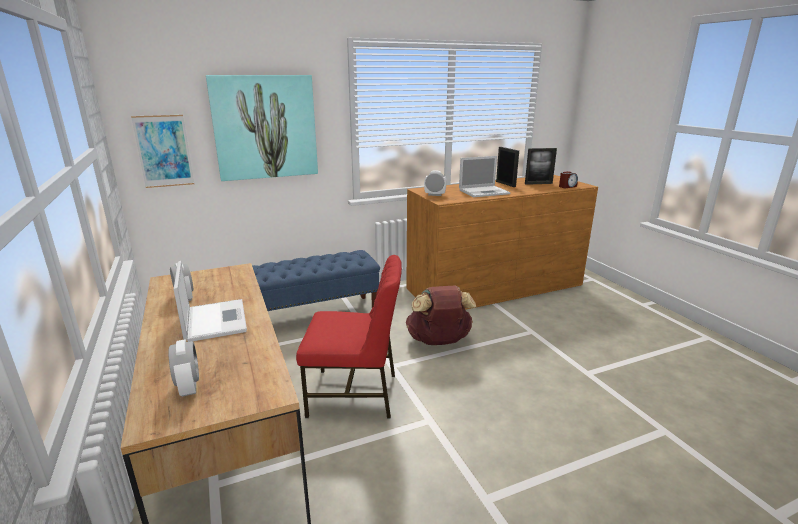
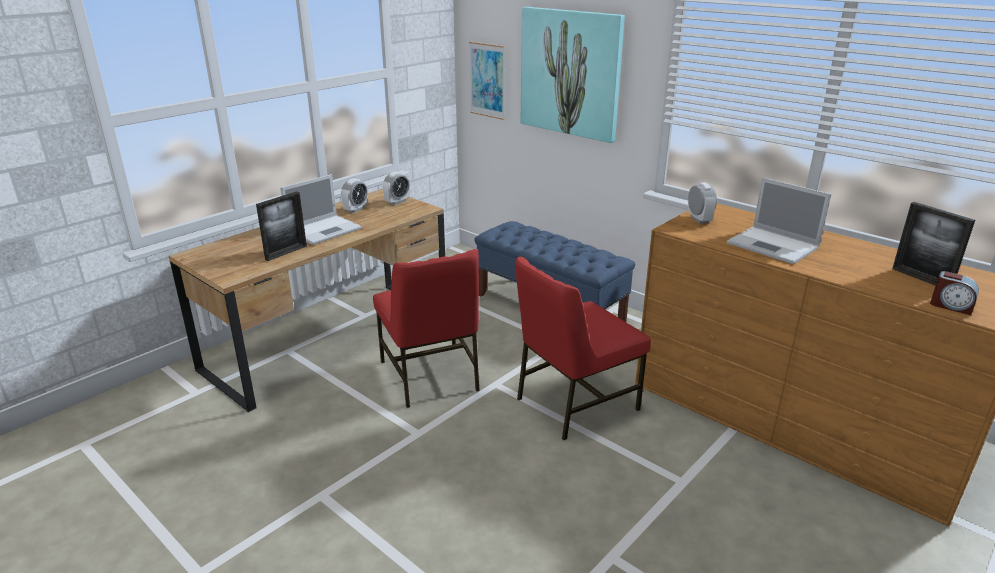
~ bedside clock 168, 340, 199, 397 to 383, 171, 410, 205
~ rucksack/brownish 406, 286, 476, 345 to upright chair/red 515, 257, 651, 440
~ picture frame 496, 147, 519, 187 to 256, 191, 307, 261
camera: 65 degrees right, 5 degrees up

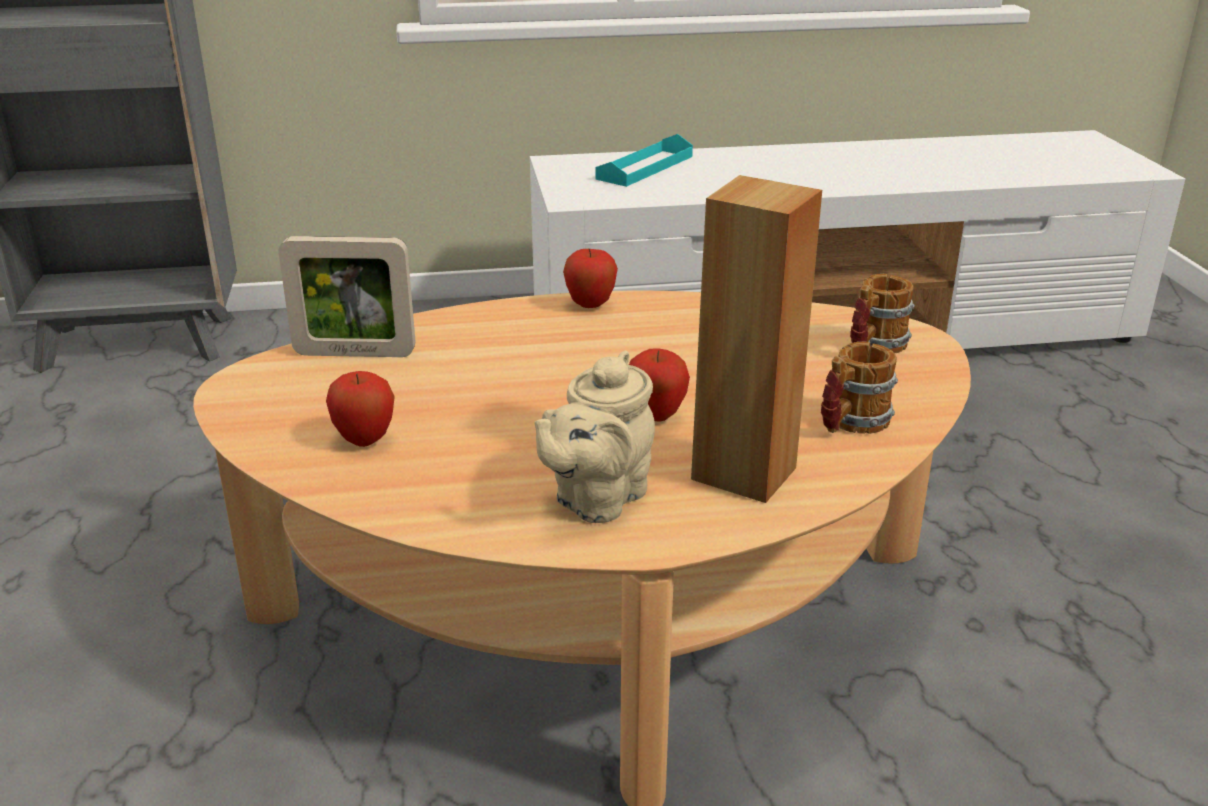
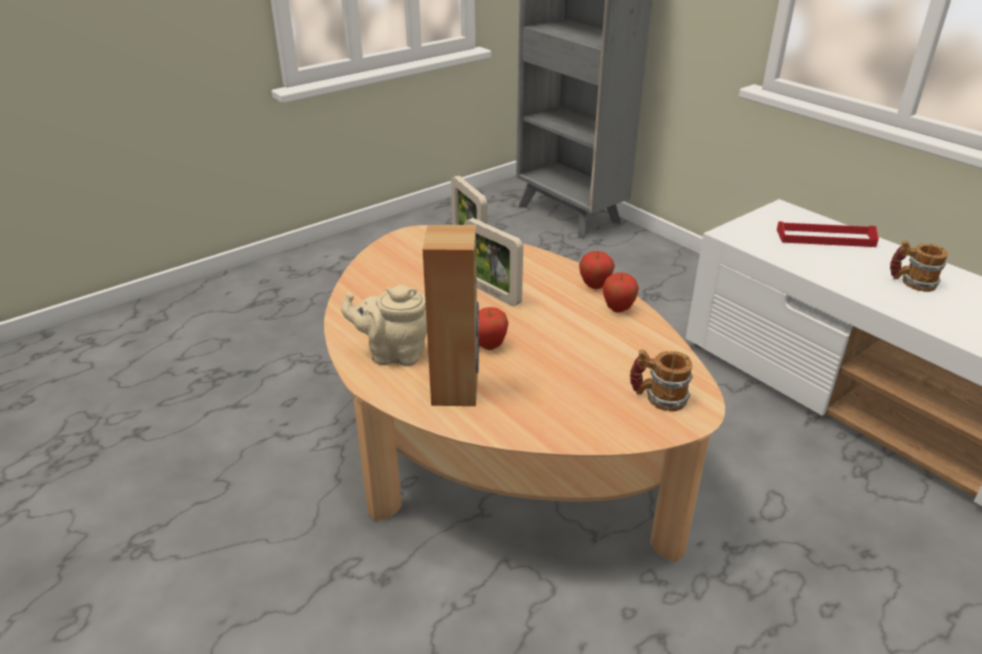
~ whole apple 326, 371, 395, 447 to 603, 272, 639, 313
~ tray/turquoise-coloured 596, 134, 693, 187 to tray/red 777, 221, 879, 247
~ mug 821, 341, 898, 434 to 890, 240, 948, 292
+ picture frame 464, 218, 523, 306
camera: 60 degrees right, 5 degrees up

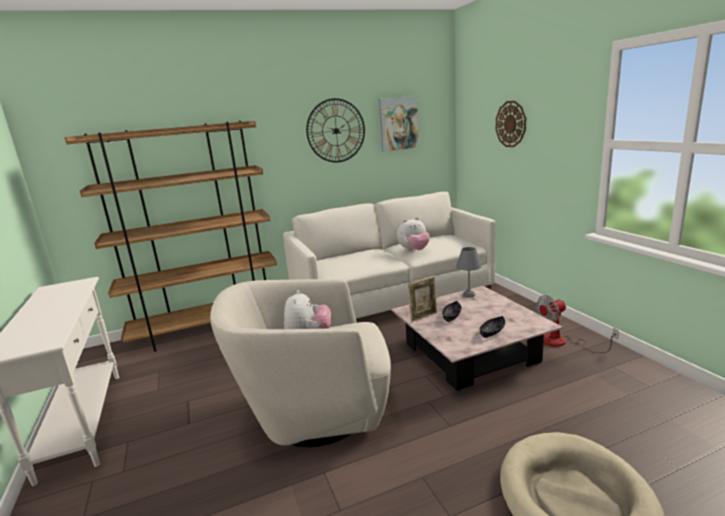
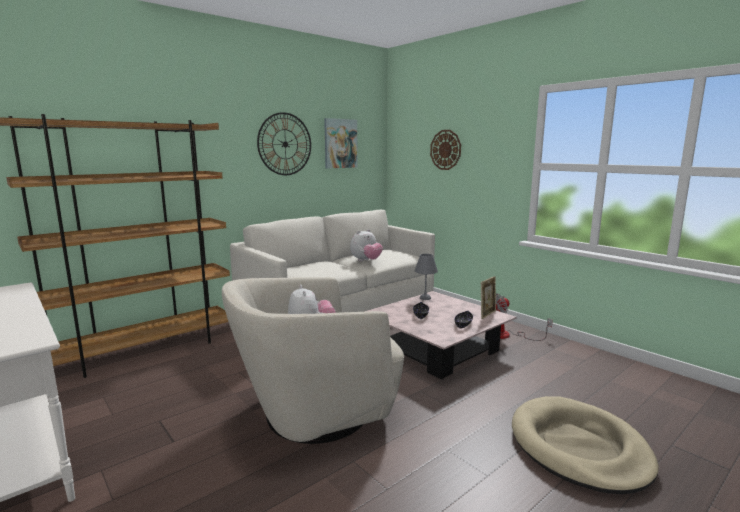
~ picture frame 407, 276, 437, 322 to 481, 276, 496, 319
camera: 20 degrees left, 5 degrees down

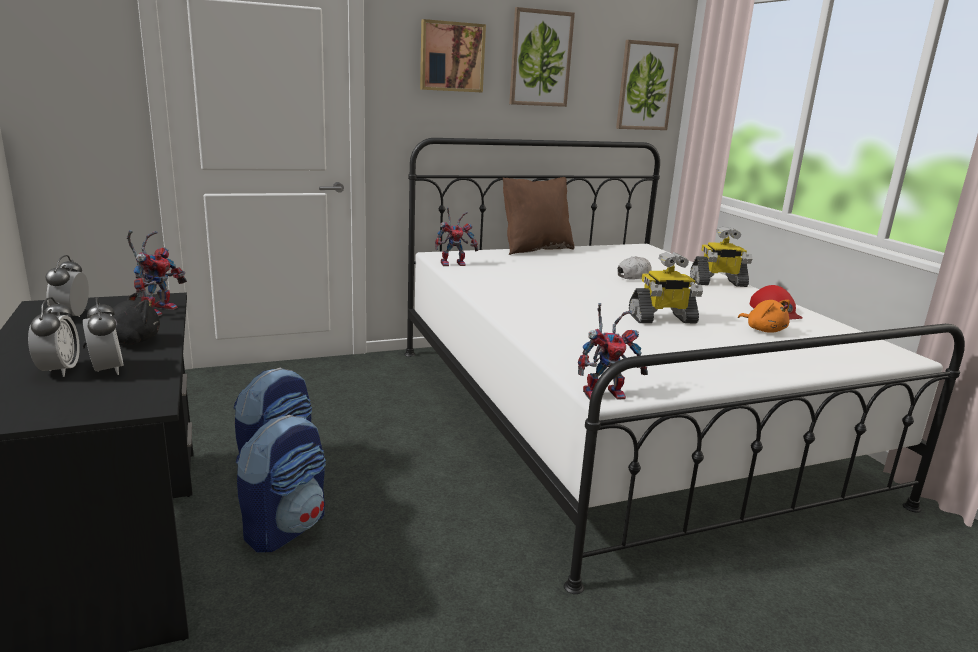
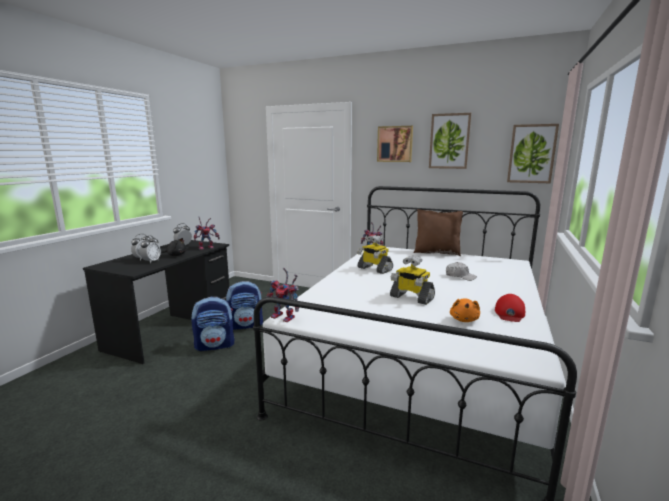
~ toy robot 690, 227, 752, 287 to 357, 235, 393, 274
camera: 45 degrees right, 5 degrees down

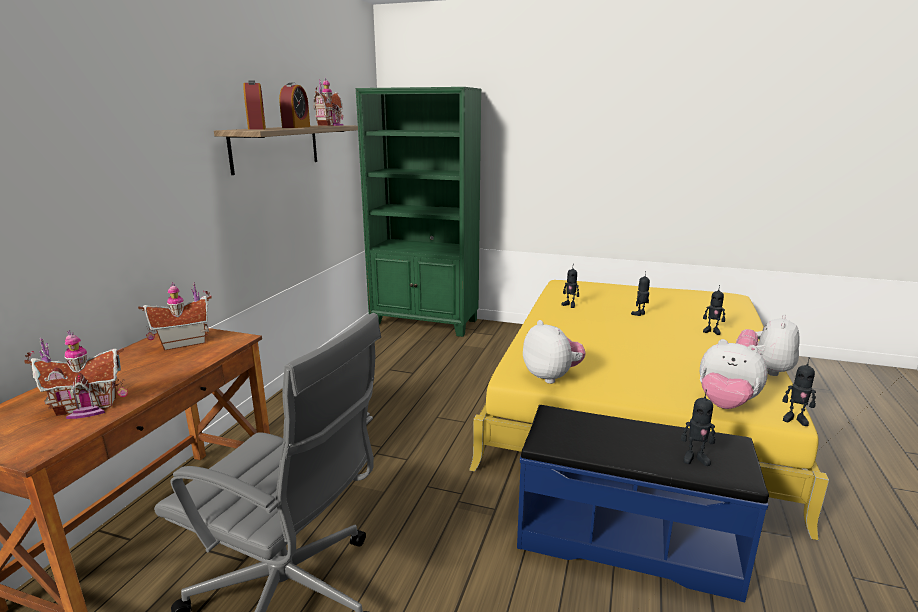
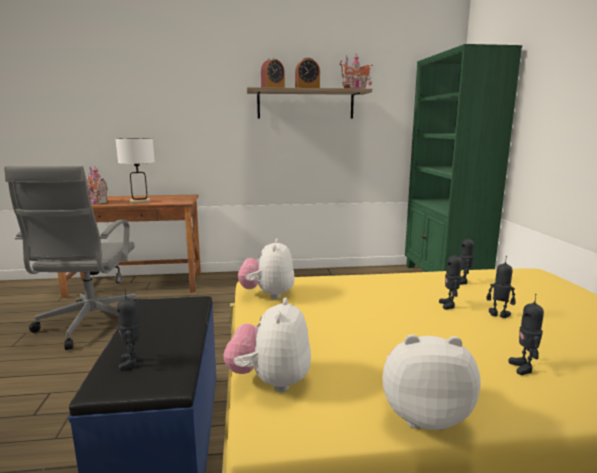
- model house 138, 282, 212, 351
~ plush toy 523, 320, 585, 384 = 238, 238, 295, 299 150 degrees clockwise
~ toy robot 782, 358, 816, 426 to 439, 248, 462, 310
+ tabletop lamp/white-coloured 116, 138, 155, 203
camera: 65 degrees right, 5 degrees down

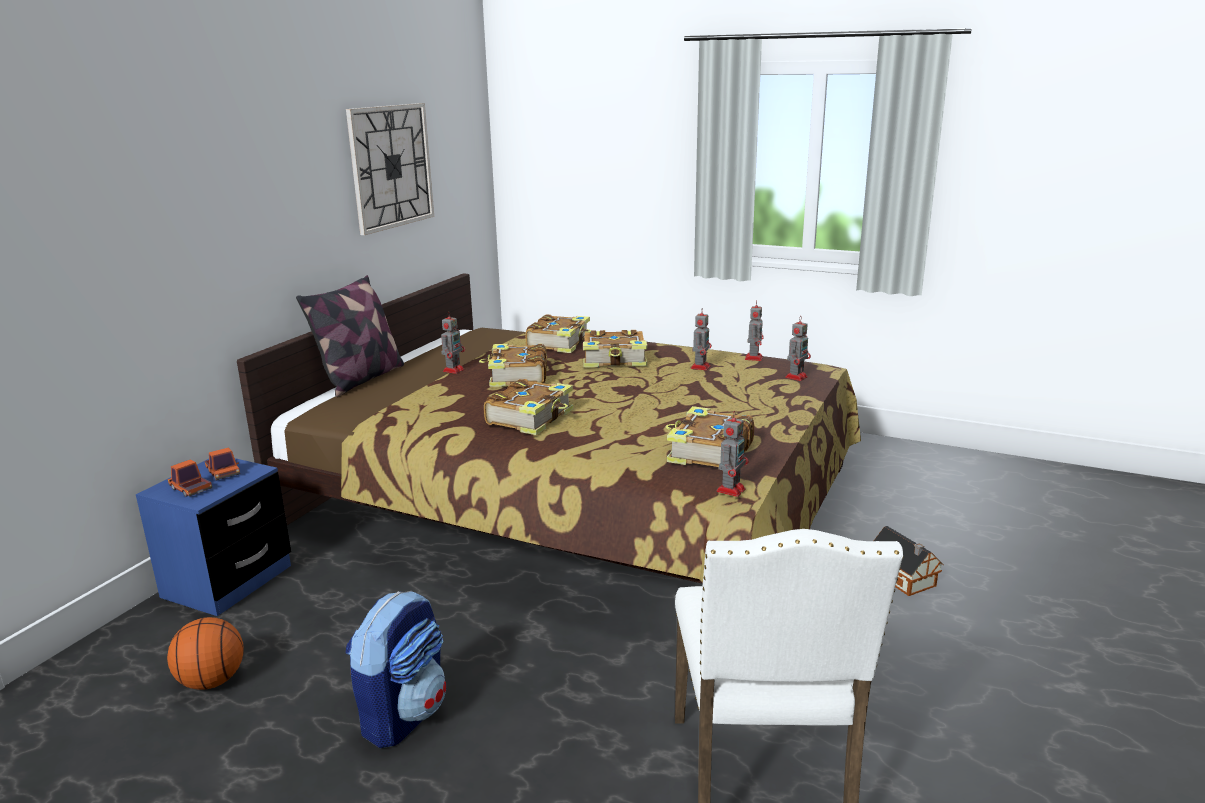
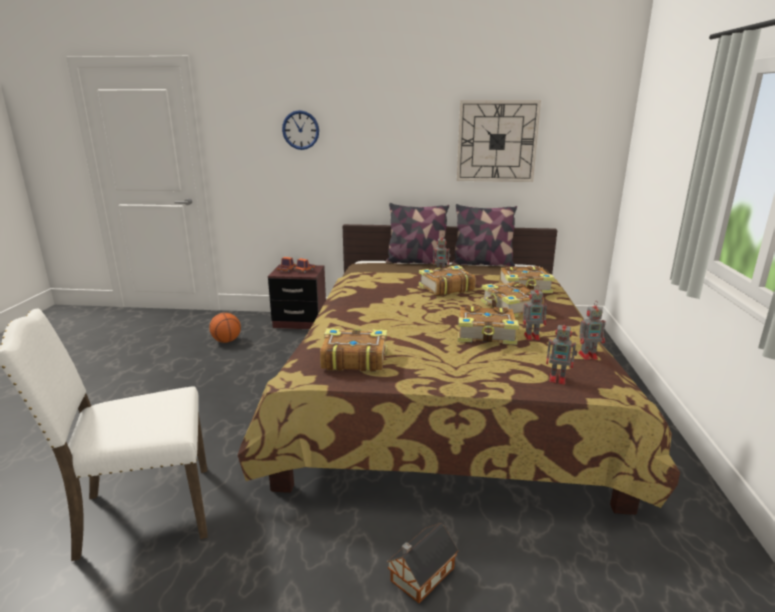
~ night table/blue 136, 458, 291, 616 to night table/brownish 268, 264, 326, 329
- rucksack 346, 591, 446, 748
~ bound book 484, 379, 573, 435 to 458, 306, 519, 345
- toy robot 716, 411, 749, 497
+ clock on the wall 282, 110, 319, 150
+ cushion 452, 204, 517, 267
camera: 70 degrees right, 0 degrees up

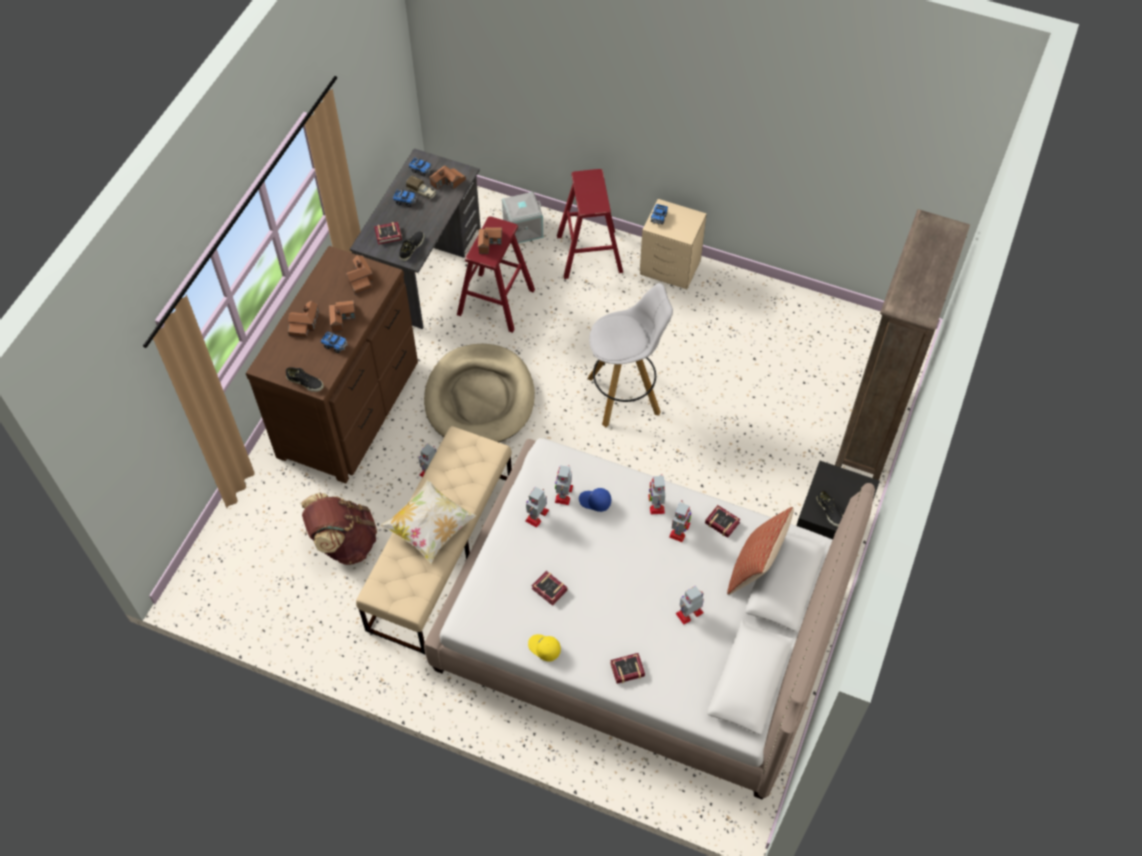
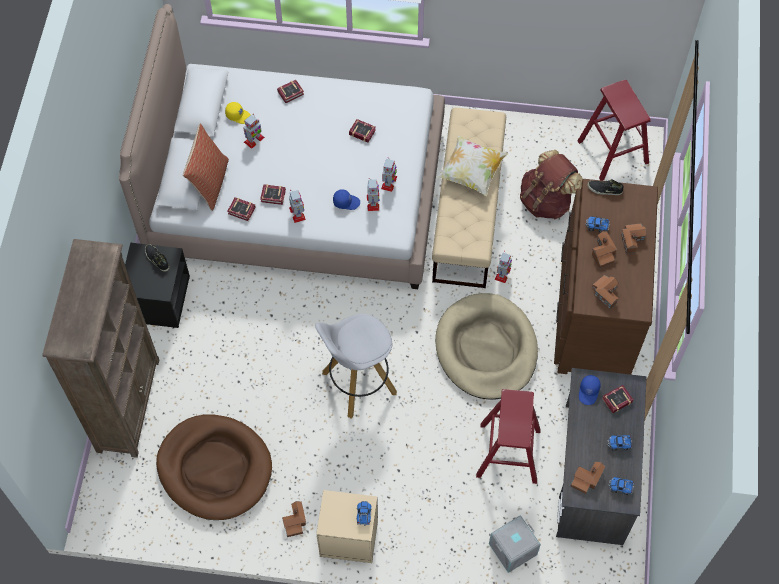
~ low shoe/black 399, 231, 425, 261 to cap/blue 579, 375, 601, 405
- toy lorry 406, 175, 436, 200
~ model house 478, 227, 502, 254 to 282, 501, 306, 537
~ cap/yellow-coloured 528, 634, 561, 662 to 225, 102, 251, 124
~ sitting stool/red 557, 169, 623, 279 to 577, 80, 651, 181
~ toy robot 669, 500, 691, 542 to bound book 260, 184, 286, 205
+ dog cushion/brownish 156, 414, 272, 520
camera: 165 degrees right, 5 degrees up

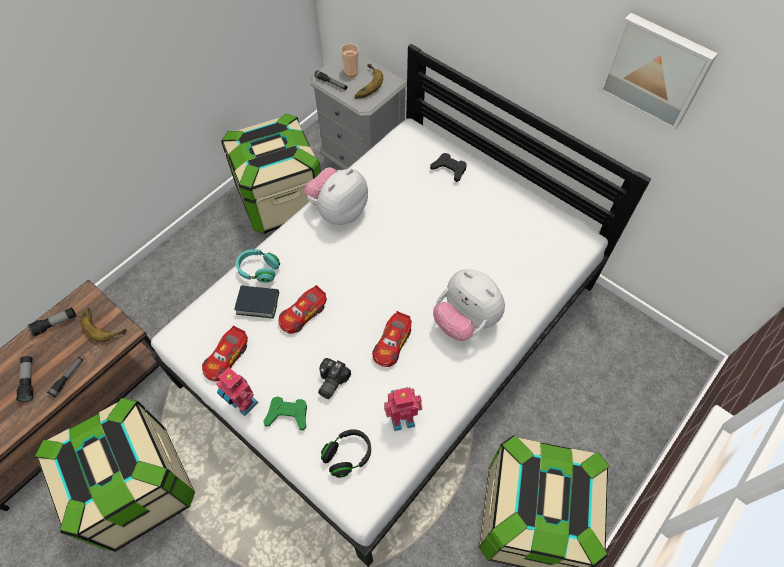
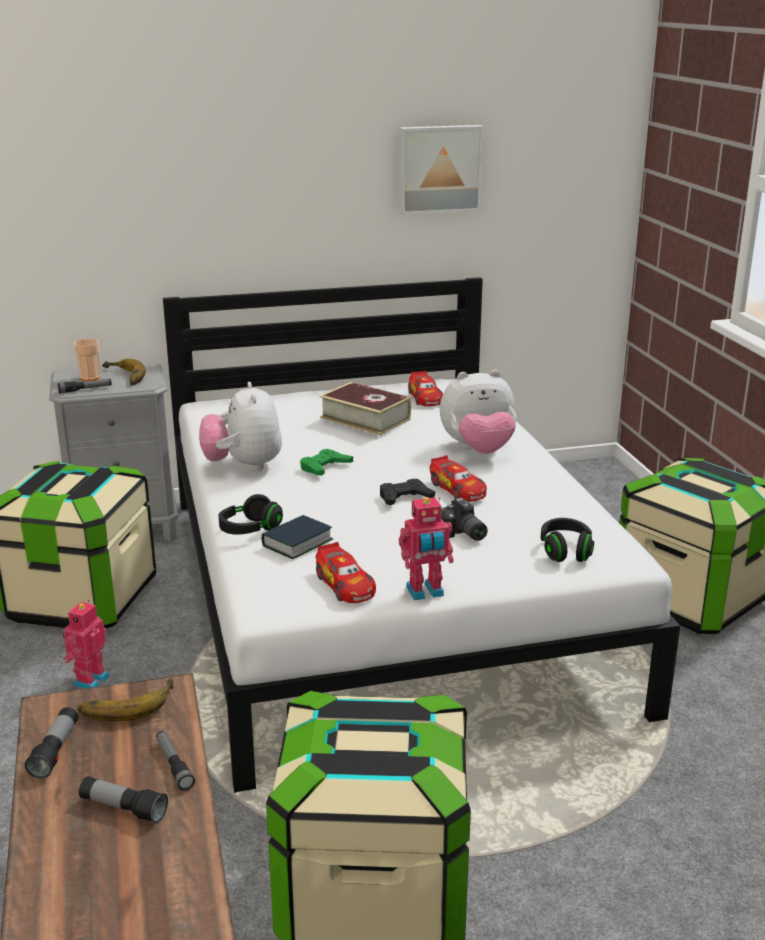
~ pair of headphones/turquoise-coloured 236, 249, 280, 283 to pair of headphones/black 218, 494, 283, 534
~ joypad/green-coloured 263, 396, 307, 431 to 300, 449, 353, 475
~ model car 279, 285, 327, 334 to 408, 371, 443, 406
~ toy robot 384, 387, 422, 431 to 63, 600, 110, 689
~ joypad/black 430, 153, 467, 182 to 380, 479, 435, 505
+ bound book 320, 382, 411, 435
camera: 55 degrees left, 35 degrees down

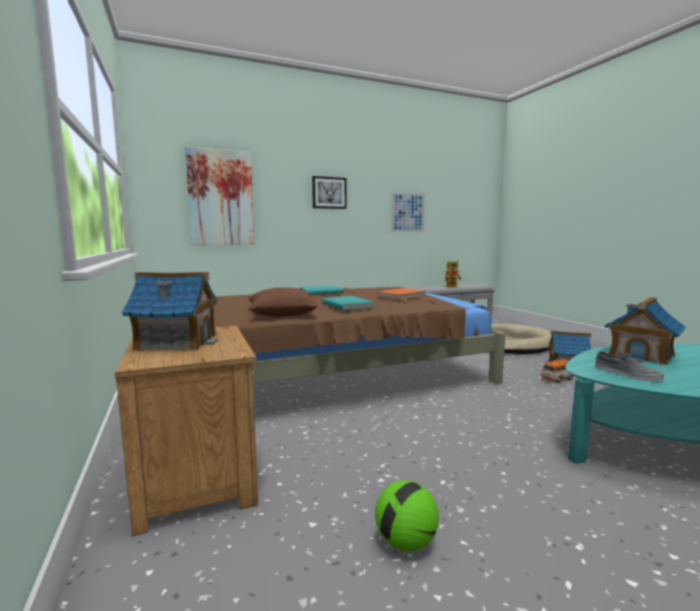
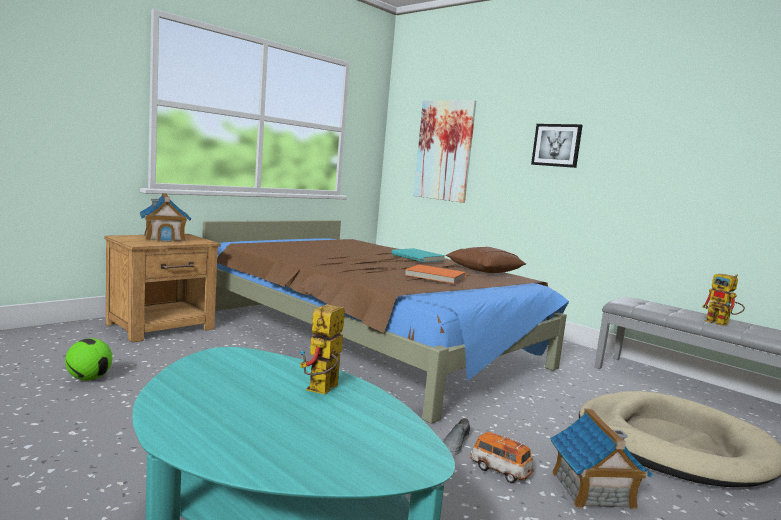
~ cushion/brownish 248, 287, 318, 317 to 446, 247, 526, 273
- bound book/turquoise-coloured 322, 296, 375, 310
- wall picture 391, 192, 425, 232
~ low shoe/grey 595, 351, 664, 381 to 443, 418, 470, 456
~ model house 604, 297, 686, 365 to toy robot 300, 304, 345, 394
camera: 65 degrees right, 0 degrees up

